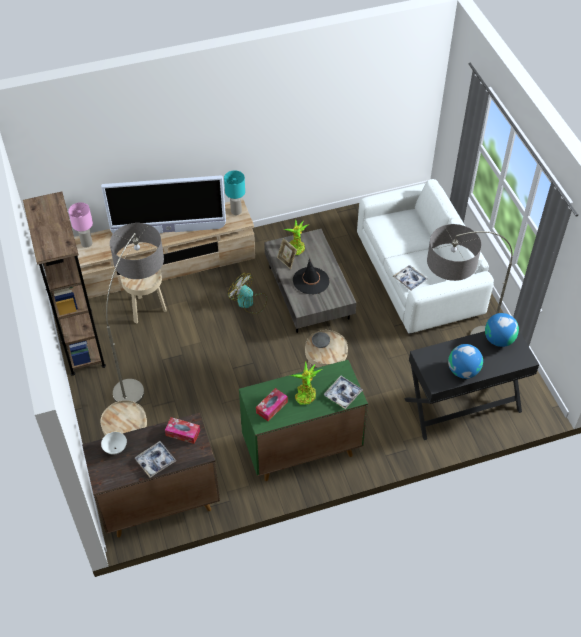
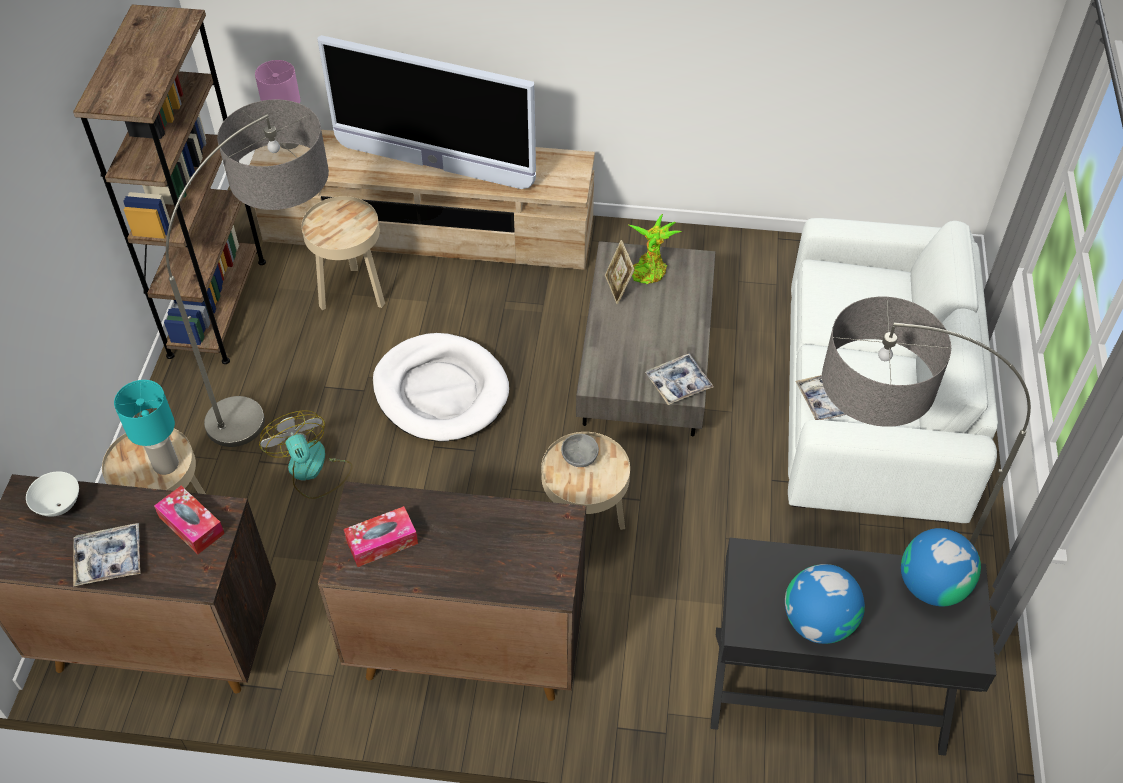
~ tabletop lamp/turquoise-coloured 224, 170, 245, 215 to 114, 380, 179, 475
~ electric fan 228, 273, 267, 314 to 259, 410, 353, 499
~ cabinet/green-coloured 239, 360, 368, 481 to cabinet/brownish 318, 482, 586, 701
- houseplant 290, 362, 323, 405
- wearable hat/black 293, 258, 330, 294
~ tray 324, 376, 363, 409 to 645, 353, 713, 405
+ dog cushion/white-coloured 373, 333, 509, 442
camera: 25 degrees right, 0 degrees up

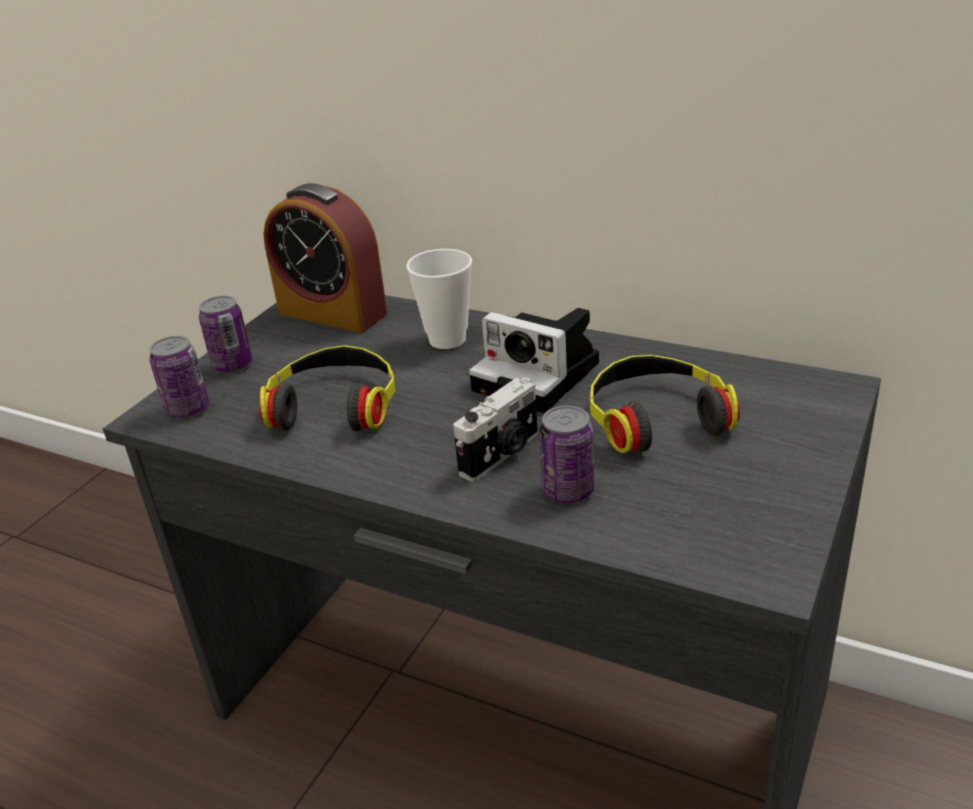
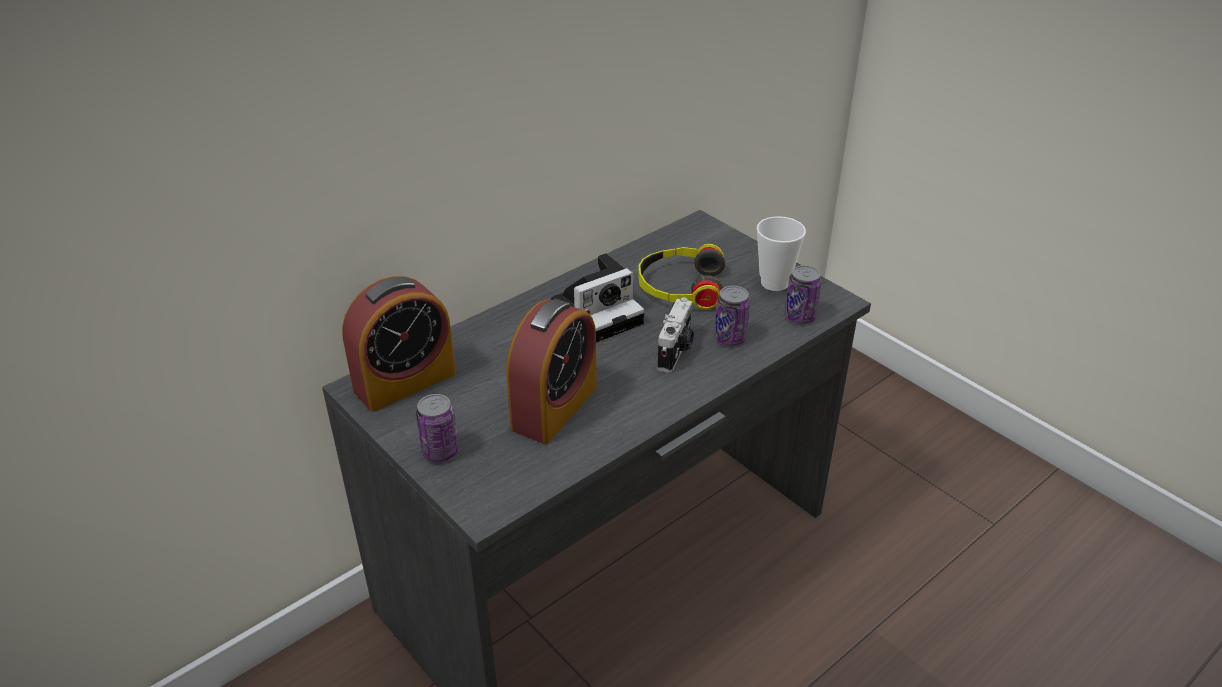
~ sealed can 149, 336, 209, 418 to 785, 265, 822, 324
~ pair of headphones 259, 345, 395, 431 to bedside clock 506, 299, 597, 444
~ small cup 406, 249, 472, 349 to 757, 216, 806, 291
~ still camera 453, 378, 538, 482 = 658, 298, 694, 373 45 degrees clockwise
camera: 70 degrees left, 5 degrees up

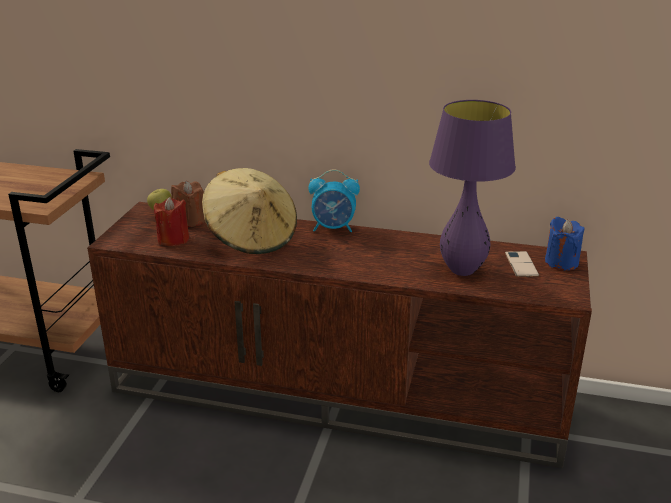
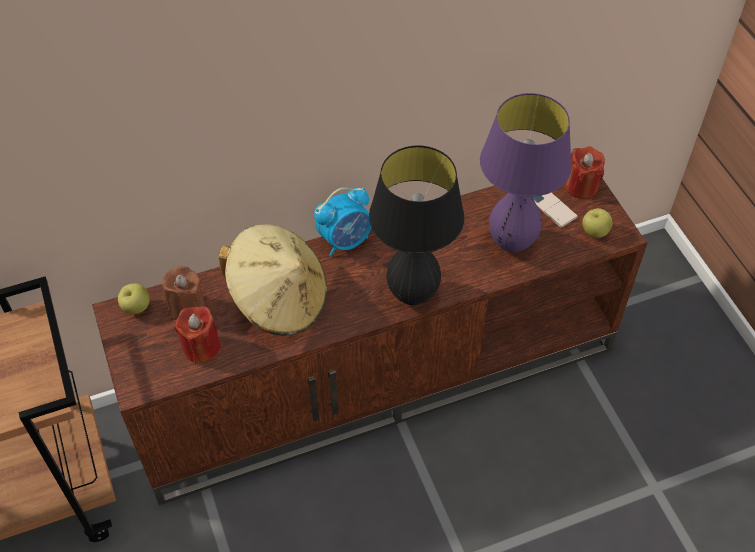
~ wax candle/blue 545, 217, 585, 270 to wax candle/red 564, 146, 605, 199
+ tabletop lamp/black 369, 145, 464, 305
+ whole apple 582, 208, 612, 238
camera: 35 degrees left, 25 degrees up

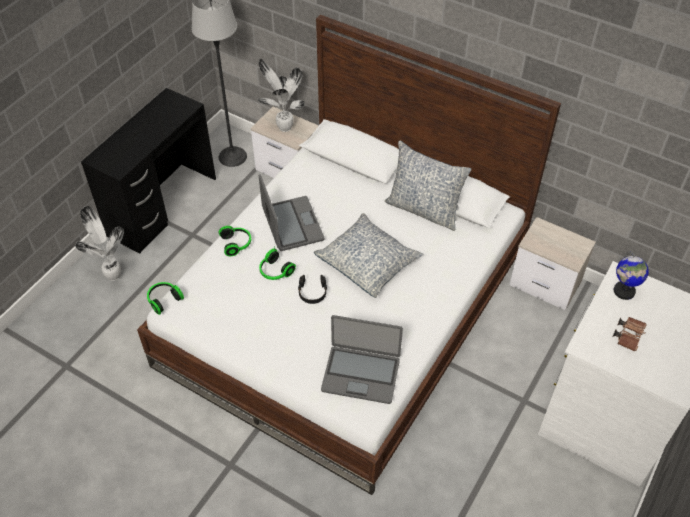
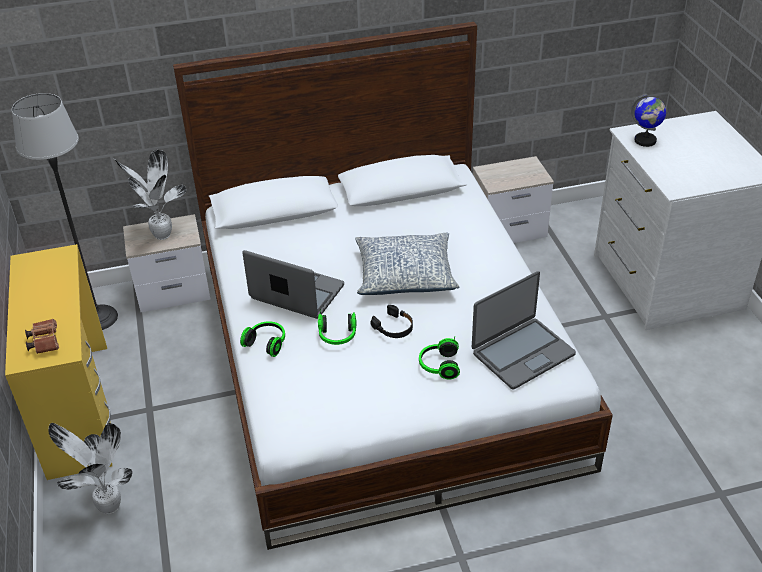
~ desk/black 81, 88, 216, 254 to desk/yellow-coloured 5, 244, 112, 480
~ pair of headphones 147, 282, 184, 315 to 419, 337, 460, 379
- cushion 385, 141, 471, 231
~ binoculars/brownish 613, 317, 647, 352 to 25, 319, 59, 354
camera: 45 degrees left, 10 degrees down

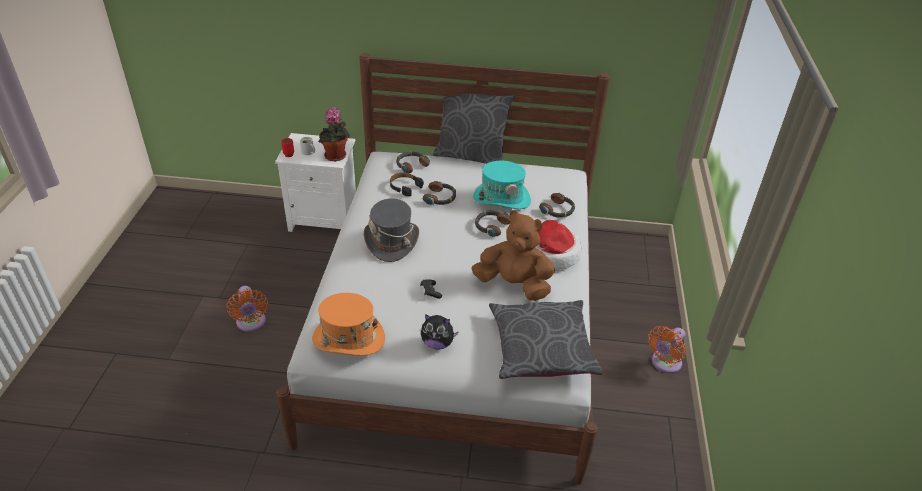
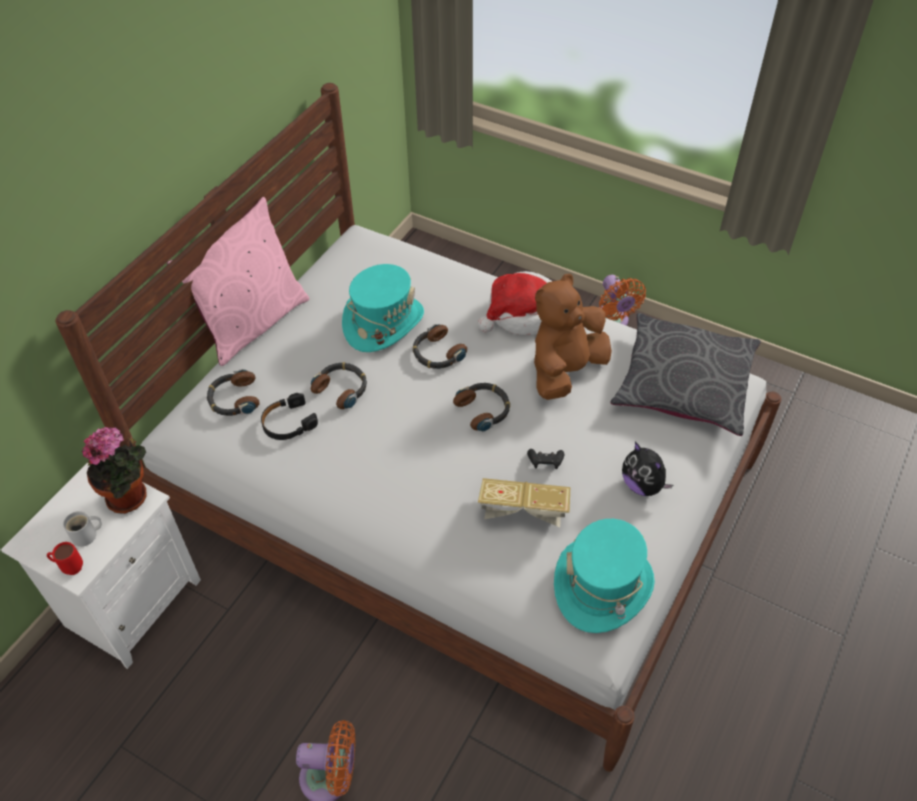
~ wearable hat/orangey 312, 293, 385, 356 to wearable hat/turquoise-coloured 554, 519, 655, 633
- wearable hat/grey 364, 198, 419, 262
~ plush toy 421, 314, 459, 350 = 622, 442, 673, 496 105 degrees clockwise
~ cushion/grey 433, 93, 515, 164 to cushion/pink 167, 197, 309, 366
~ pair of headphones 539, 193, 575, 218 to 453, 383, 510, 431
+ bound book 478, 478, 570, 527
camera: 65 degrees left, 10 degrees up

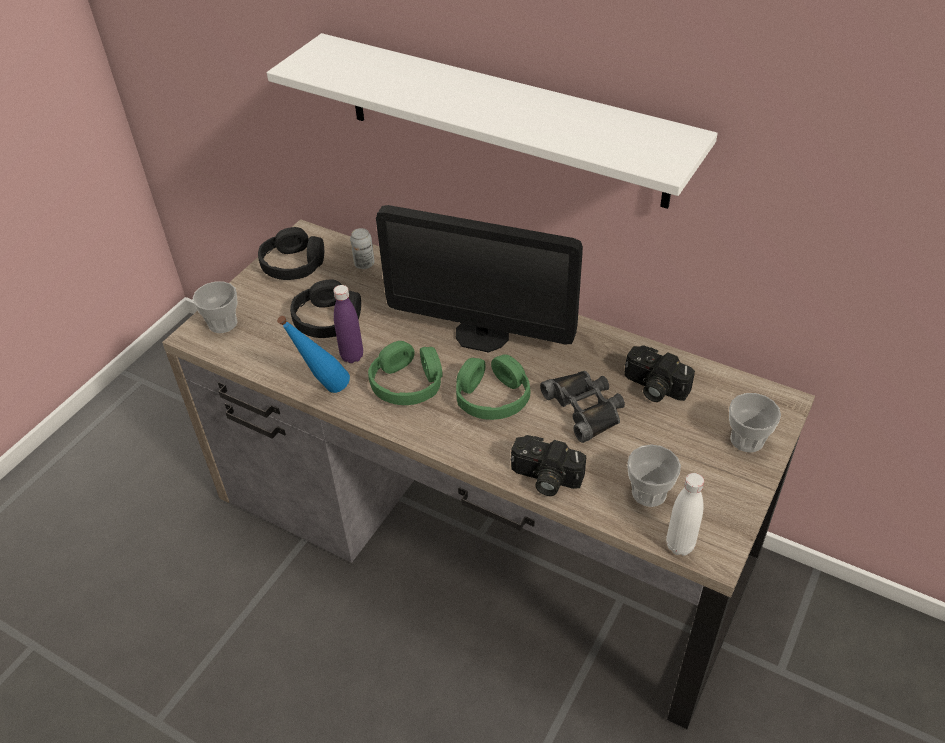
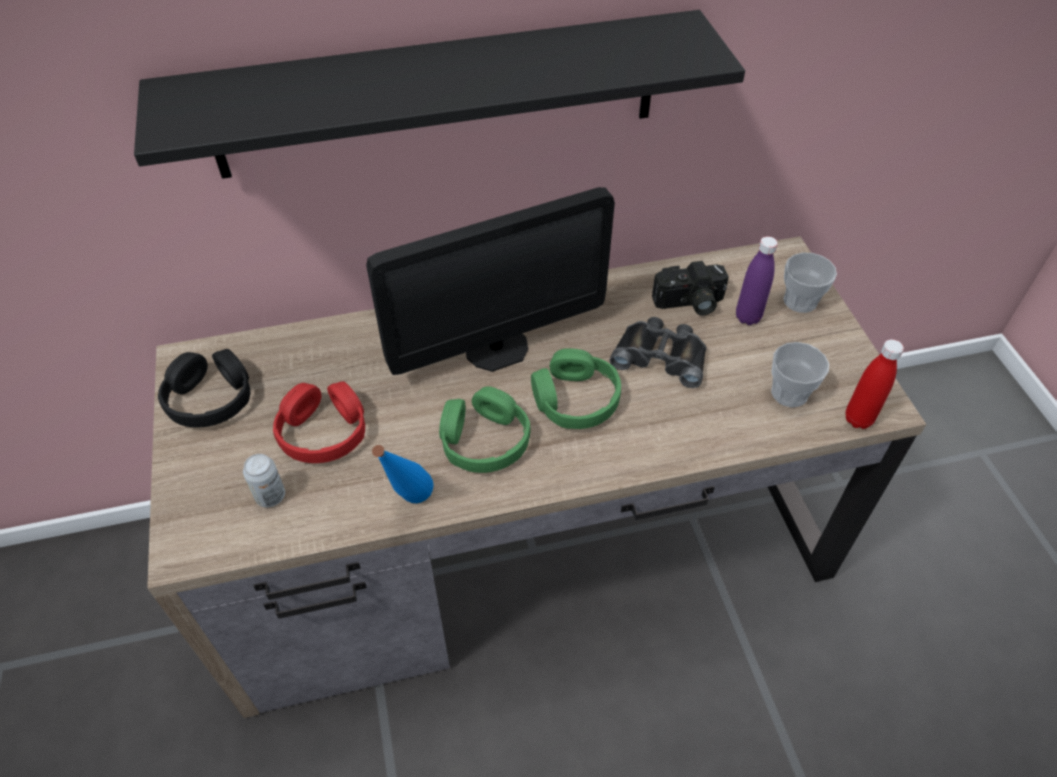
- small cup 193, 282, 238, 333
~ shelf/white-coloured 267, 33, 718, 209 to shelf/black 134, 10, 745, 179
~ pair of headphones/black 290, 279, 361, 338 to pair of headphones/red 273, 381, 365, 463
~ drink bottle/purplish 333, 285, 363, 363 to 736, 236, 778, 325
~ sealed can 350, 228, 375, 269 to 243, 454, 285, 507
- still camera 511, 435, 586, 496
~ drink bottle/white-coloured 666, 473, 704, 556 to drink bottle/red 845, 339, 904, 429
camera: 45 degrees left, 5 degrees up

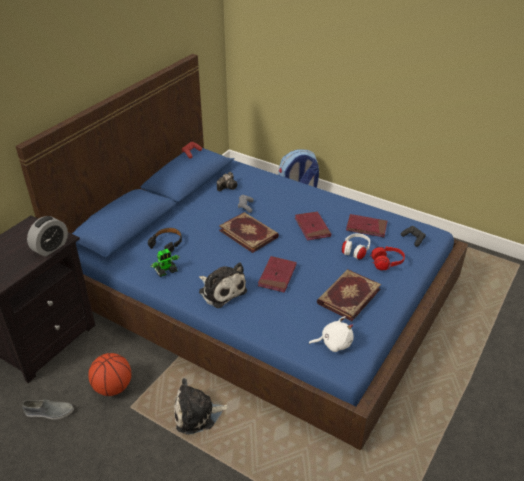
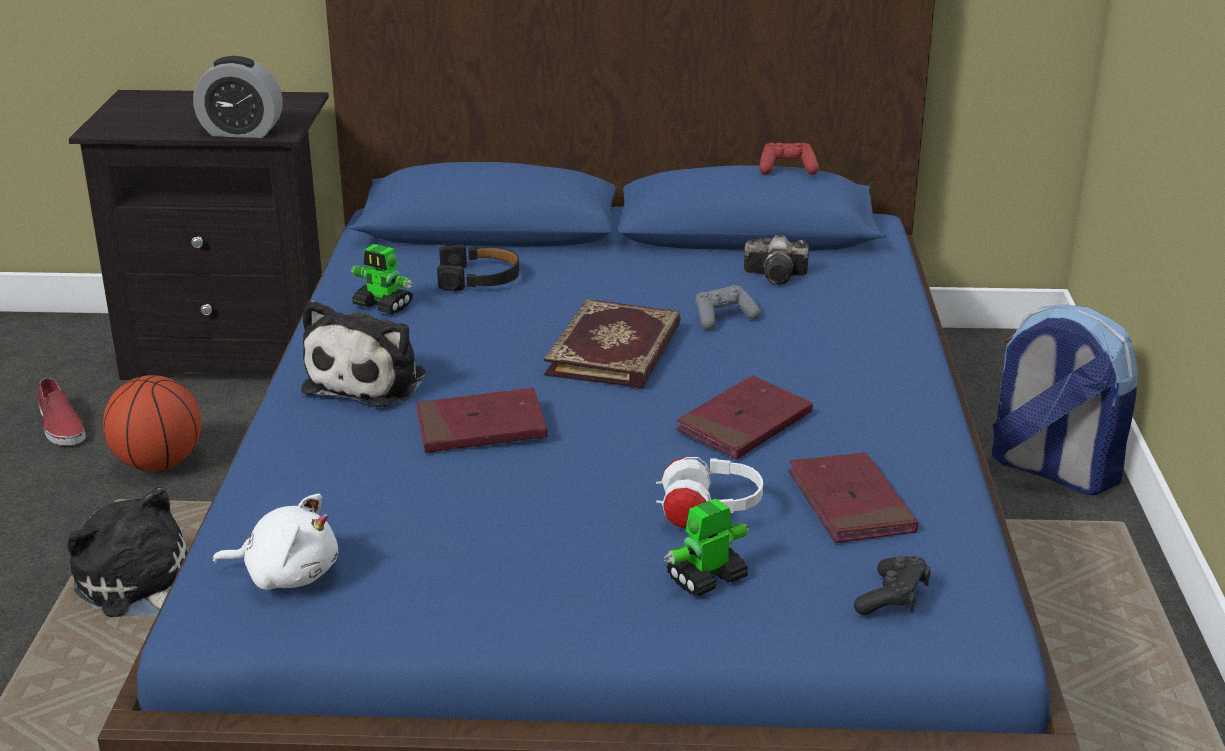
~ low shoe/grey 23, 399, 74, 420 to low shoe/red 38, 378, 86, 445
~ plush toy/white-coloured 309, 316, 354, 352 = 212, 494, 338, 590 45 degrees counterclockwise
- bound book 317, 269, 381, 321
~ pair of headphones/red 370, 247, 405, 271 to toy robot 664, 499, 749, 596
camera: 60 degrees right, 10 degrees down

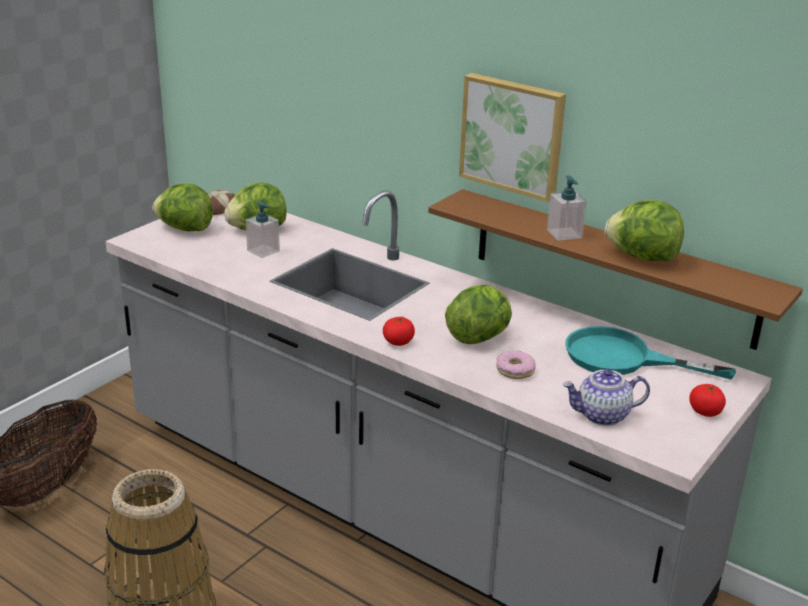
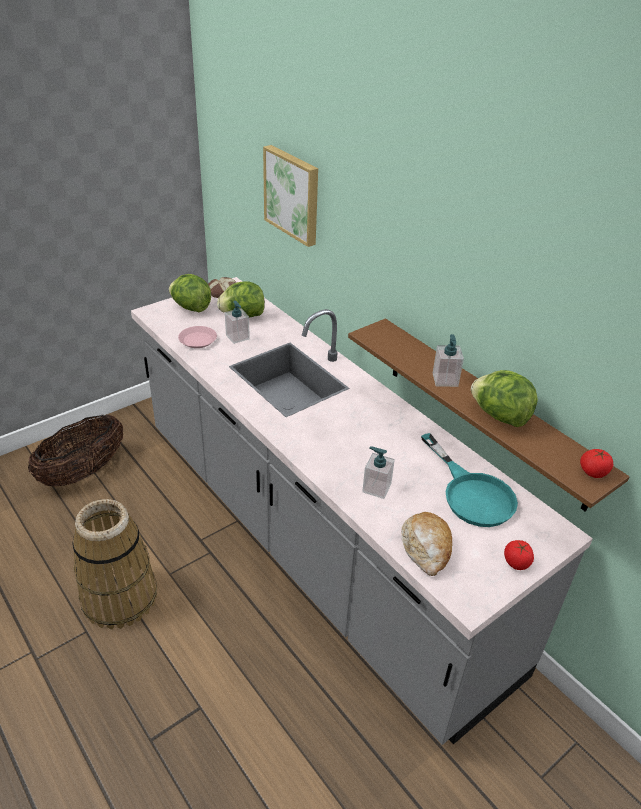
~ fresh tomato 383, 317, 415, 346 to 580, 449, 613, 478
- lettuce head 445, 285, 512, 344
~ wall picture 459, 73, 566, 202 to 263, 145, 318, 247
~ donut 496, 351, 536, 379 to soap dispenser 362, 447, 395, 499
~ pot for tea 563, 369, 650, 426 to bread 401, 512, 452, 576
~ pan/turquoise-coloured 565, 326, 736, 380 = 421, 433, 518, 527 150 degrees counterclockwise
+ plate/pink 178, 326, 217, 348
camera: 15 degrees right, 10 degrees up

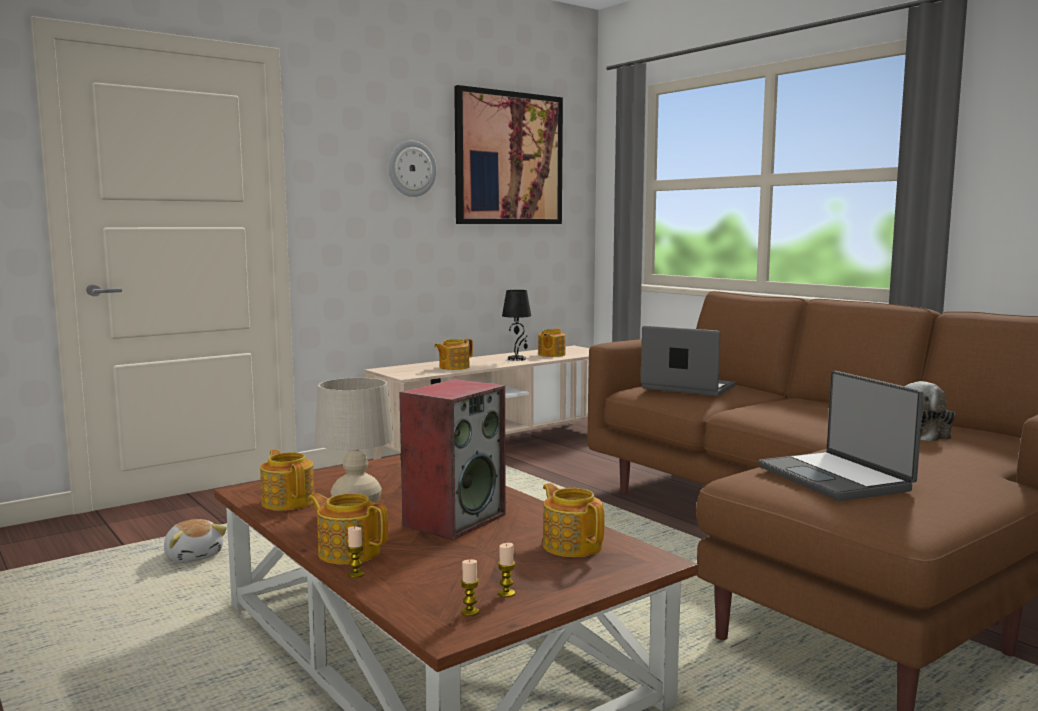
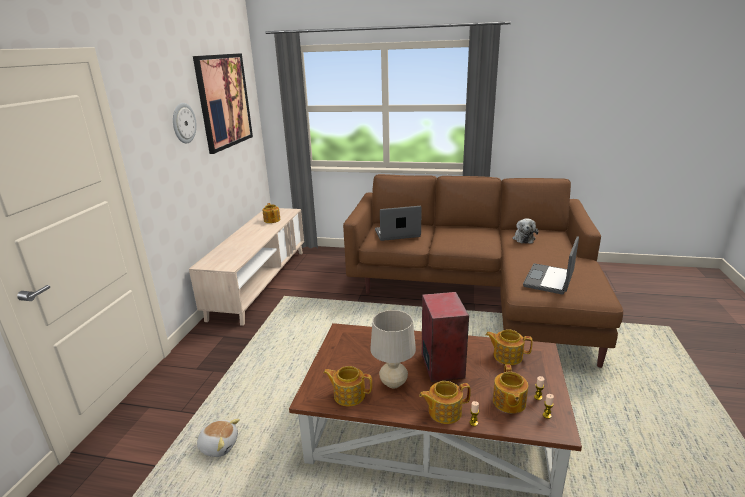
~ pot for tea 434, 339, 473, 370 to 493, 364, 528, 414
- tabletop lamp/black 502, 290, 531, 361
~ laptop 758, 371, 924, 501 = 523, 236, 579, 295 90 degrees clockwise
camera: 40 degrees left, 15 degrees up

